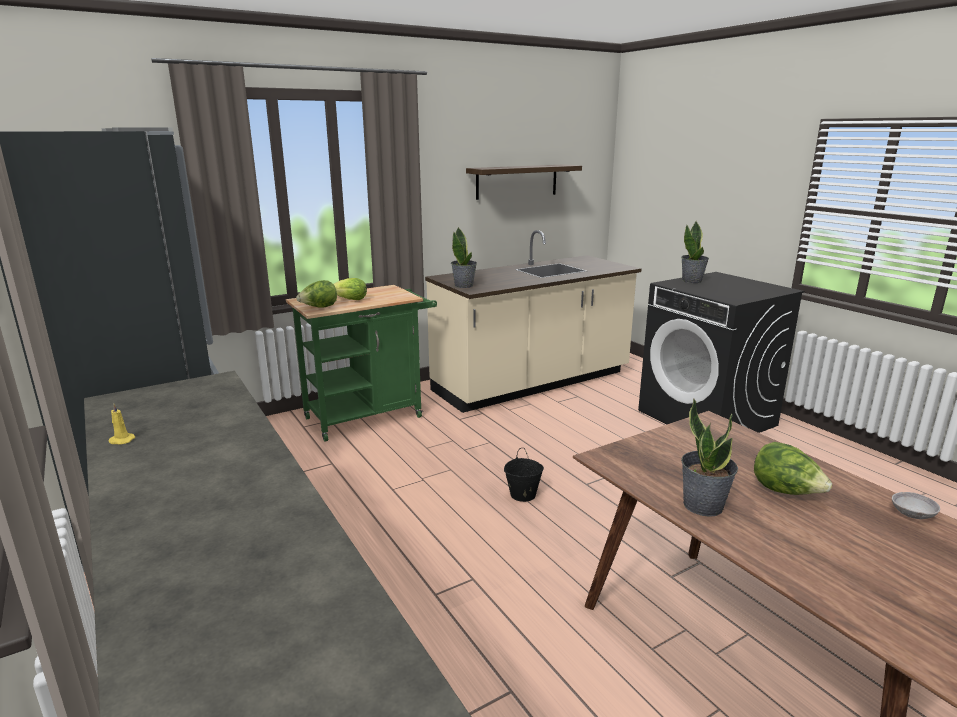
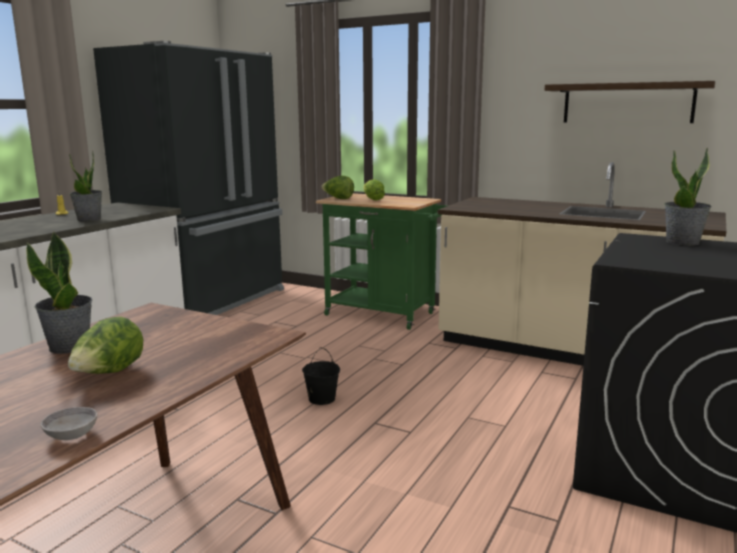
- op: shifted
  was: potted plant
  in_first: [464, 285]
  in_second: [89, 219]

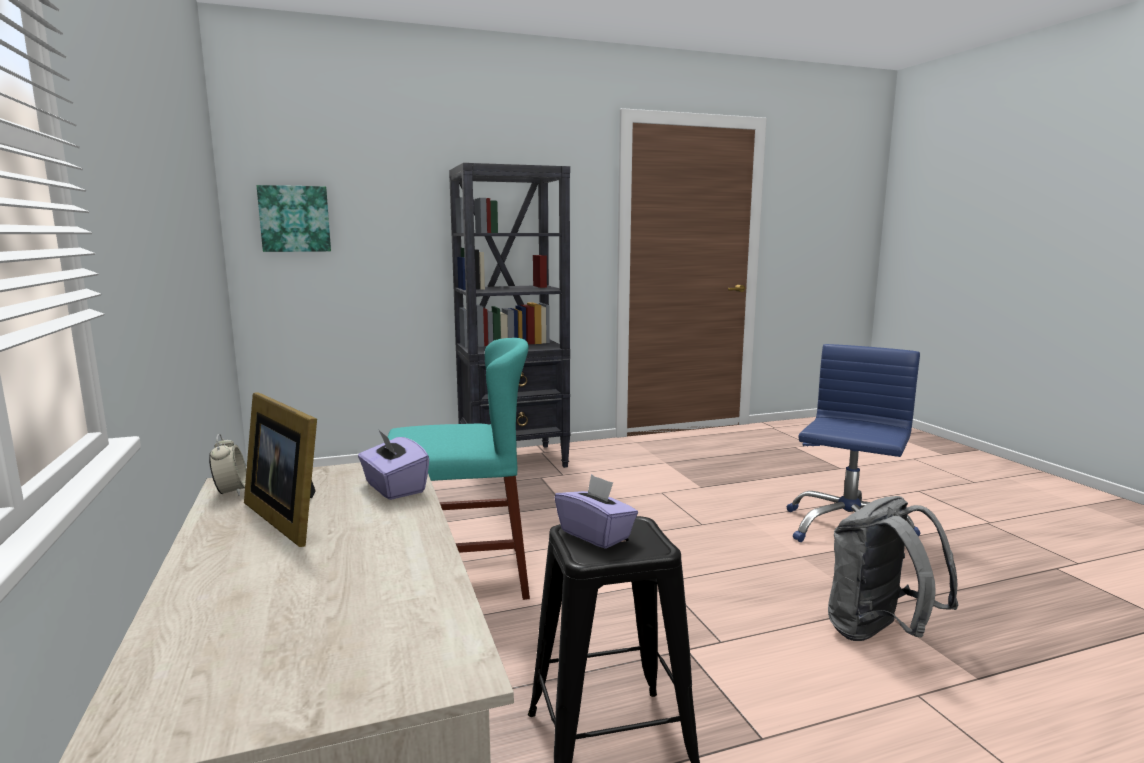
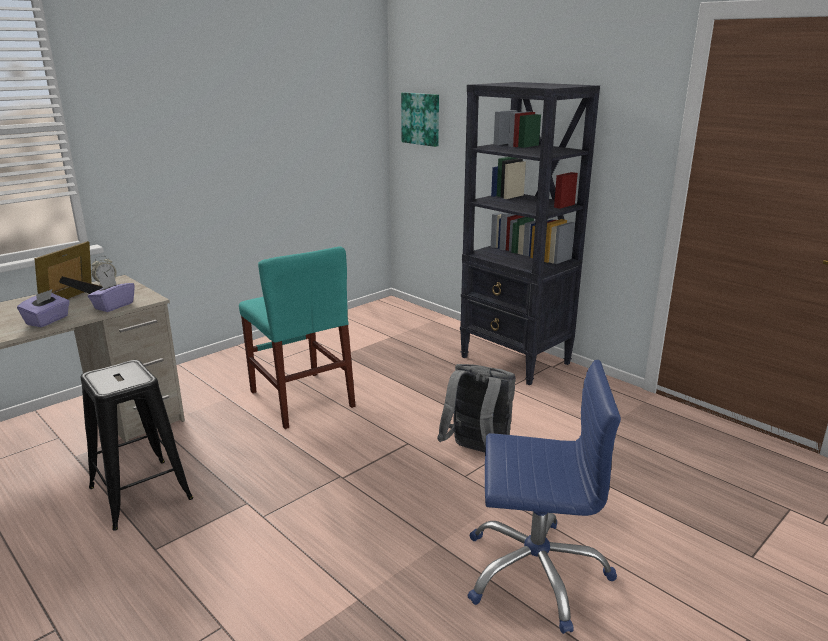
- op: shifted
  was: purplish box of tissues
  in_first: [596, 534]
  in_second: [48, 321]
- op: shifted
  was: gray backpack
  in_first: [878, 634]
  in_second: [477, 452]

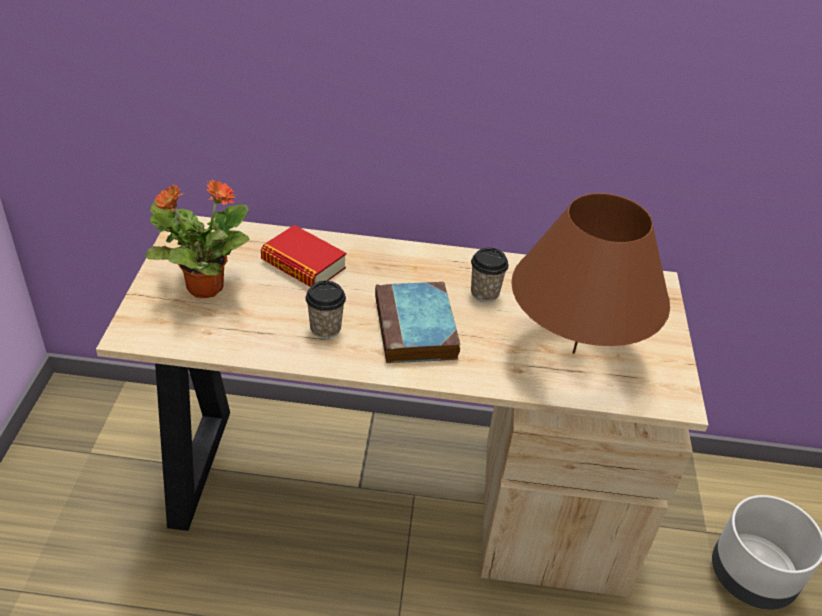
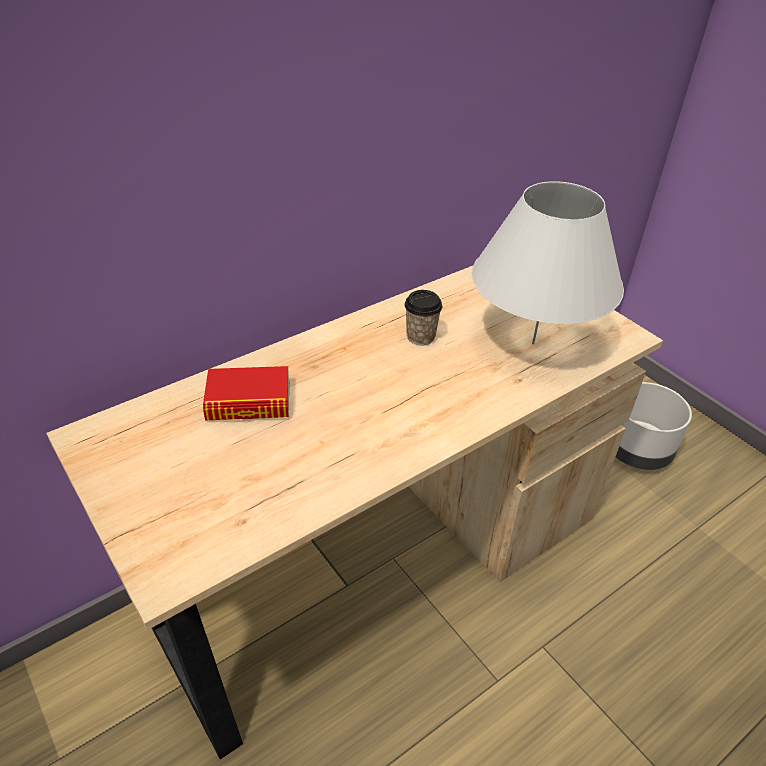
- op: gone
  was: potted plant
  in_first: [203, 287]
- op: gone
  was: drinking cup
  in_first: [325, 329]
- op: gone
  was: book
  in_first: [416, 330]
- op: repainted
  was: brown-coloured table lamp
  now: whitish table lamp
  in_first: [573, 353]
  in_second: [533, 343]

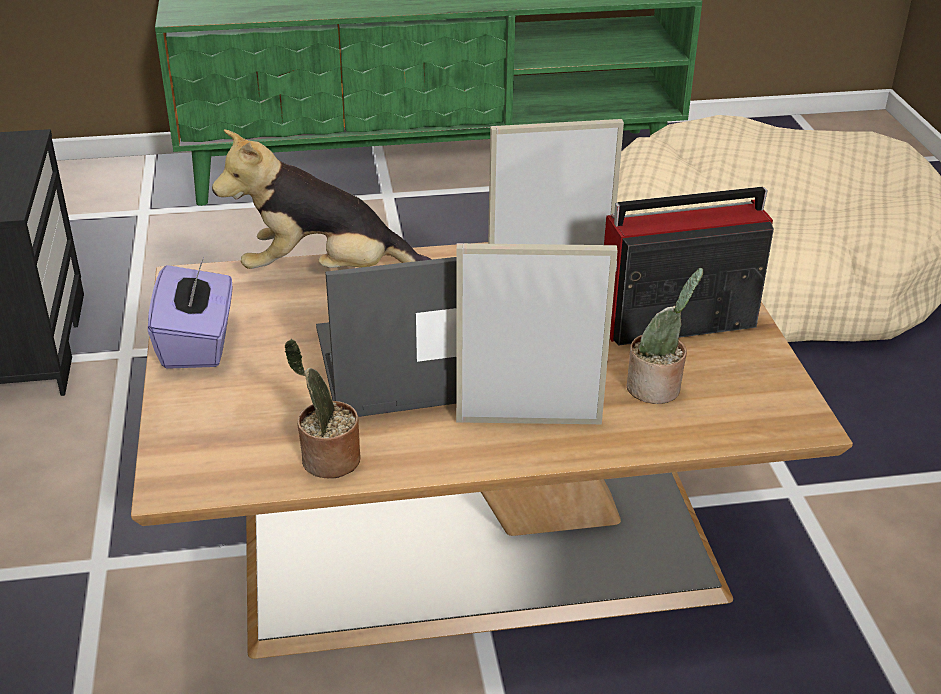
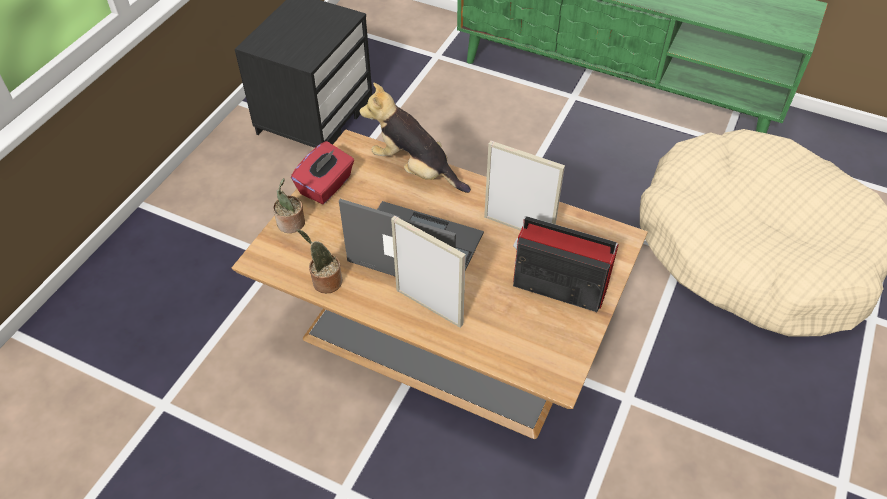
- op: shifted
  was: potted plant
  in_first: [657, 389]
  in_second: [291, 224]
- op: repainted
  was: purplish box of tissues
  now: red-coloured box of tissues
  in_first: [198, 343]
  in_second: [326, 186]

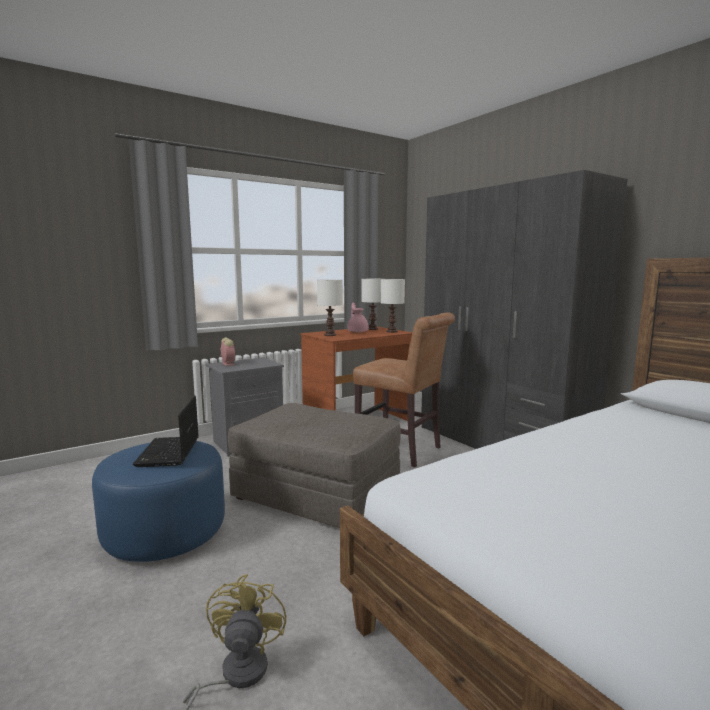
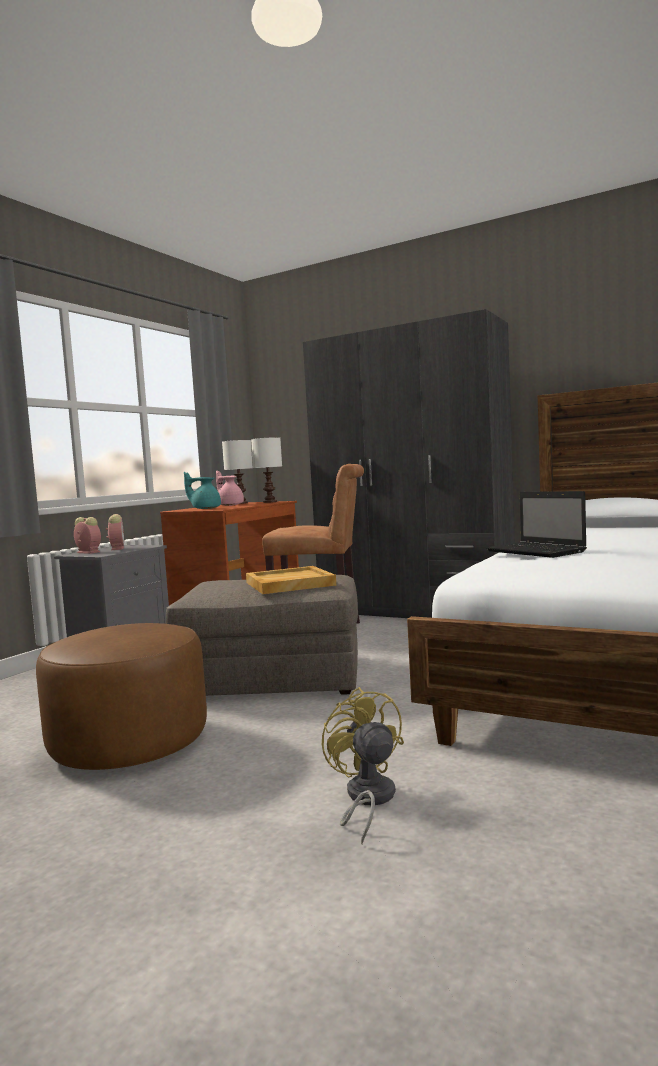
- op: new
  now: alarm clock
  in_second: [117, 548]
- op: new
  now: beige tray
  in_second: [289, 584]
- op: shifted
  was: laptop
  in_first: [169, 453]
  in_second: [537, 551]
- op: swapped
  was: whitish table lamp
  now: blue-green teapot
  in_first: [330, 335]
  in_second: [205, 508]
- op: repainted
  was: bluish ottoman
  now: brown-coloured ottoman
  in_first: [165, 533]
  in_second: [129, 744]

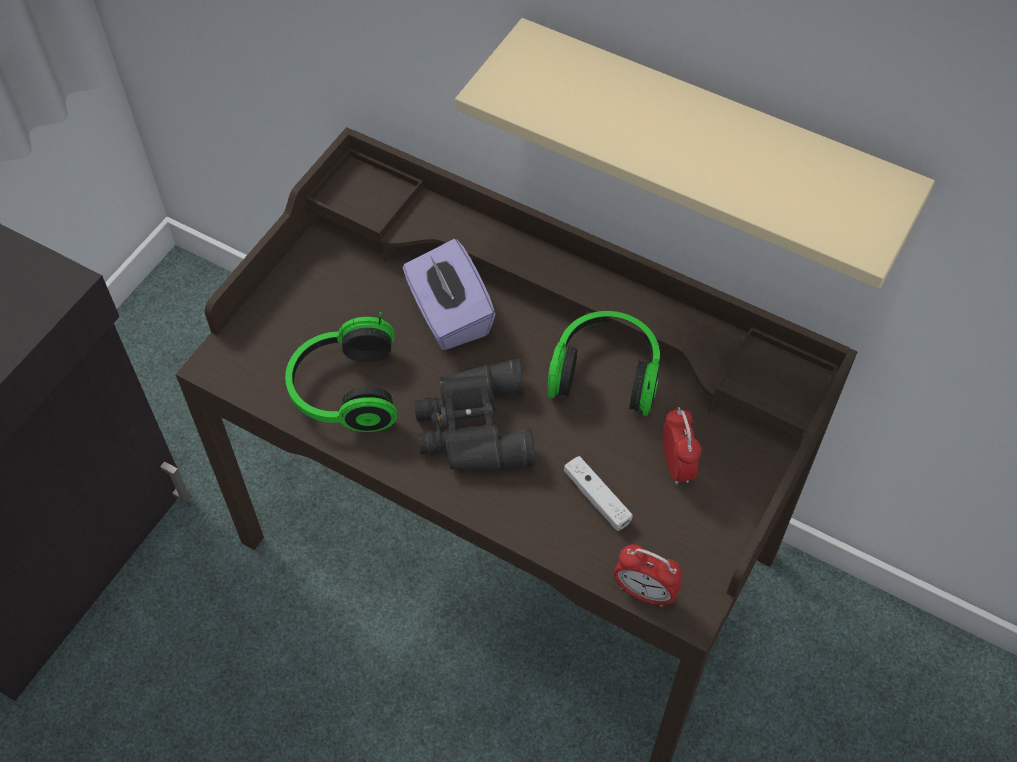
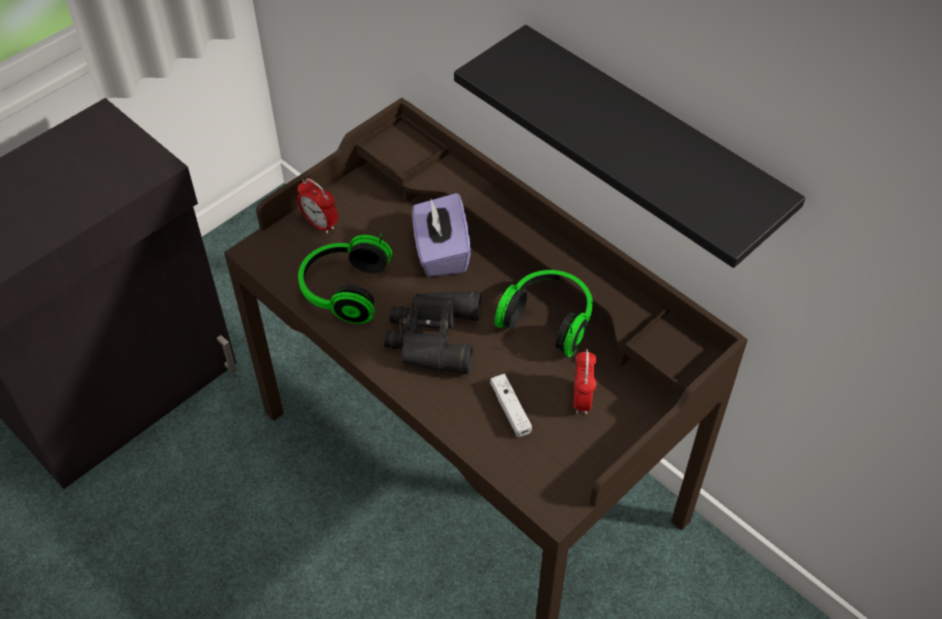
- op: shifted
  was: alarm clock
  in_first: [644, 592]
  in_second: [320, 224]
- op: repainted
  was: beige shelf
  now: black-coloured shelf
  in_first: [709, 146]
  in_second: [649, 147]

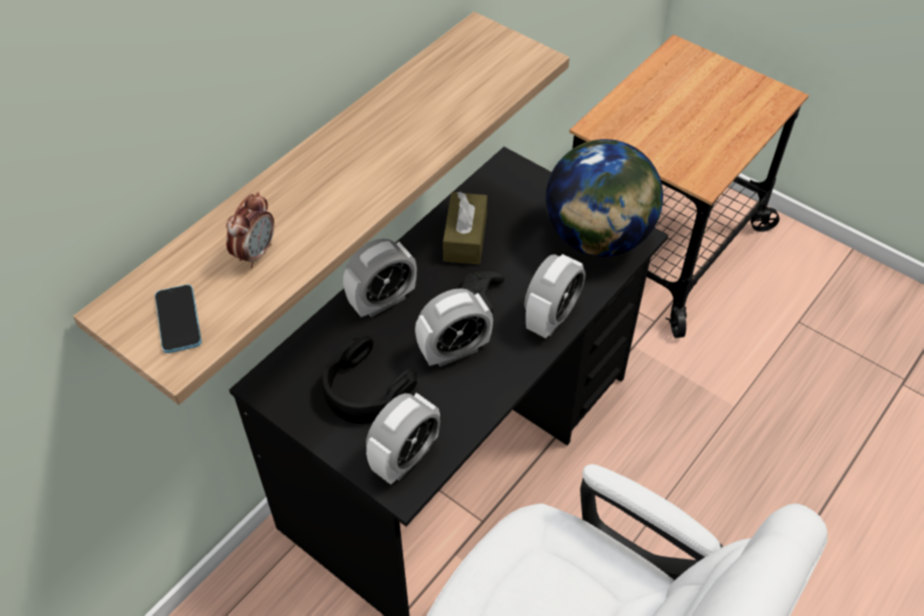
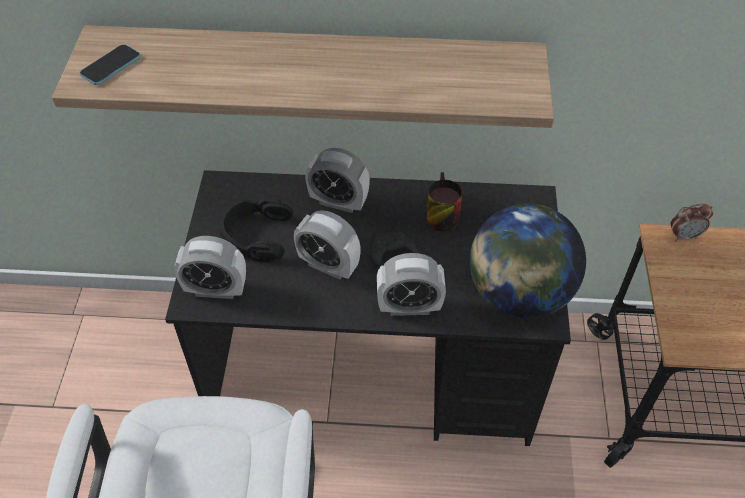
- op: shifted
  was: alarm clock
  in_first: [255, 253]
  in_second: [684, 236]
- op: swapped
  was: brown-coloured box of tissues
  now: coffee mug
  in_first: [465, 238]
  in_second: [439, 214]

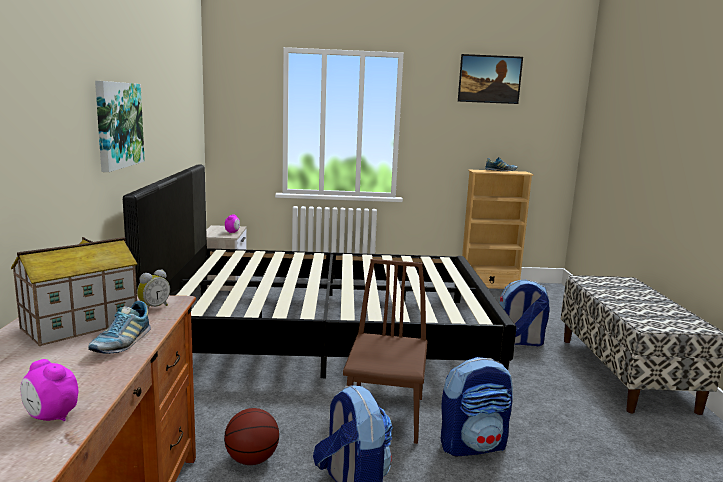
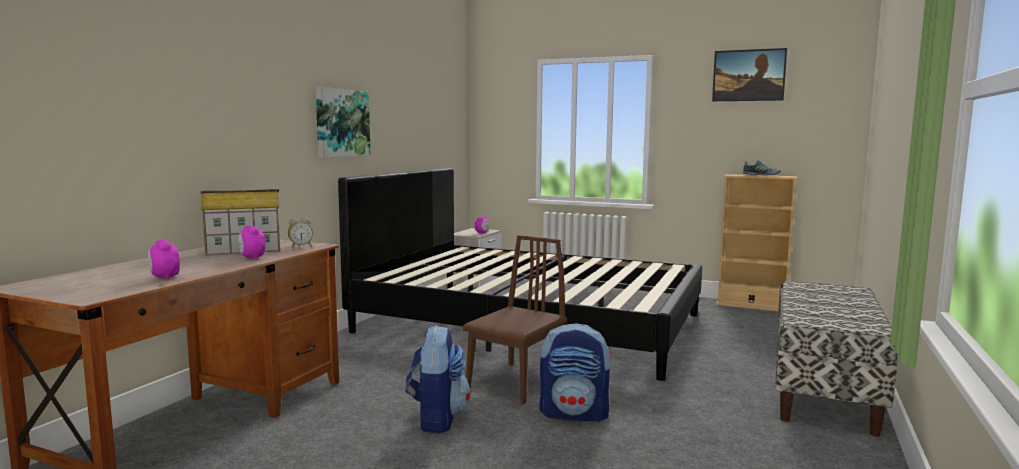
- op: gone
  was: ball for basketball
  in_first: [252, 459]
- op: gone
  was: backpack
  in_first: [519, 342]
- op: swapped
  was: low shoe
  now: alarm clock
  in_first: [122, 343]
  in_second: [252, 258]

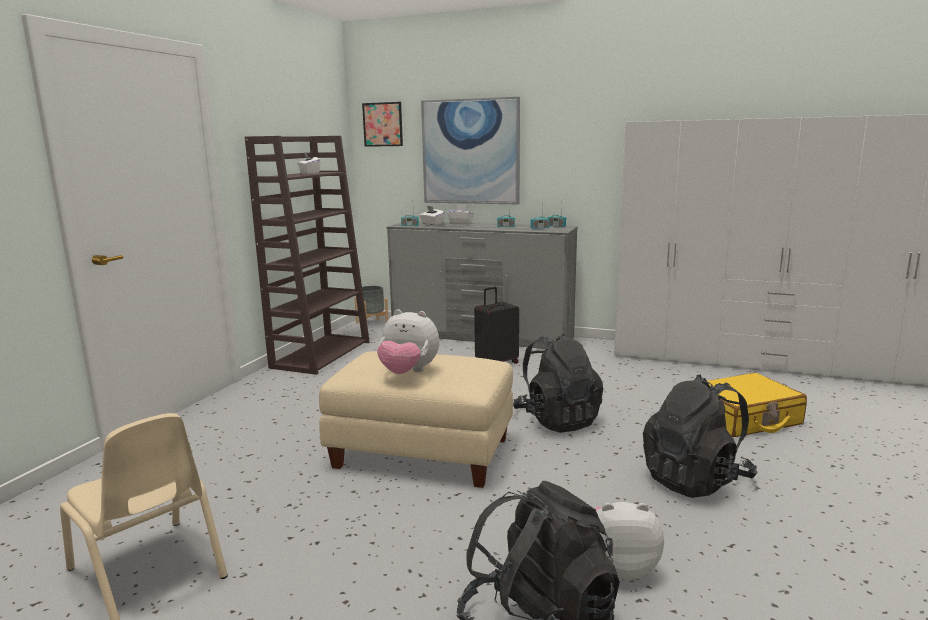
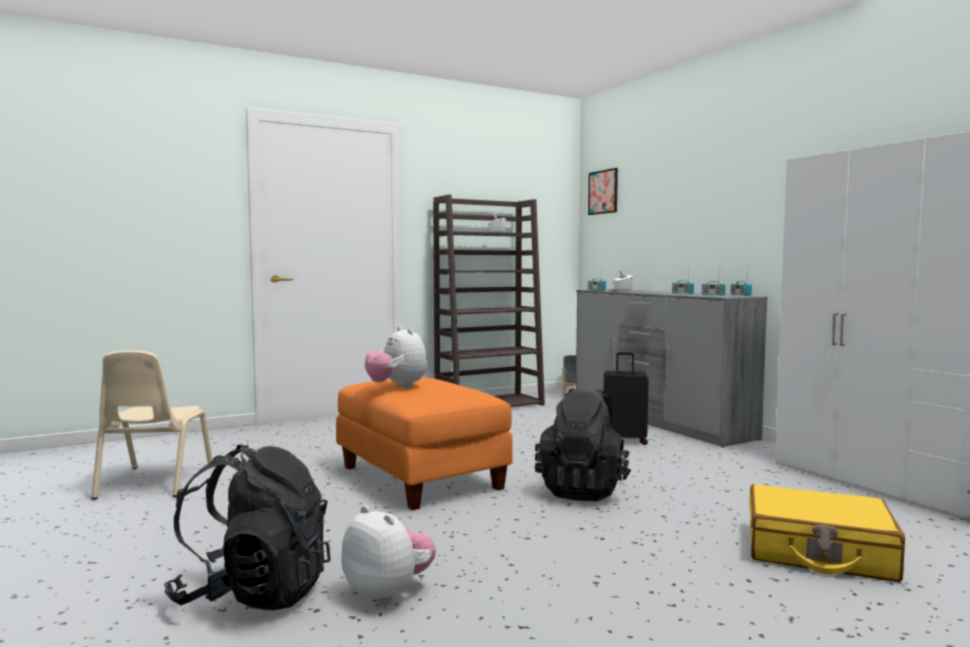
- op: gone
  was: wall art
  in_first: [470, 152]
- op: gone
  was: whitish box of tissues
  in_first: [461, 223]
- op: gone
  was: black-coloured backpack
  in_first: [695, 480]
- op: repainted
  was: beige ottoman
  now: orange-coloured ottoman
  in_first: [423, 452]
  in_second: [422, 477]

